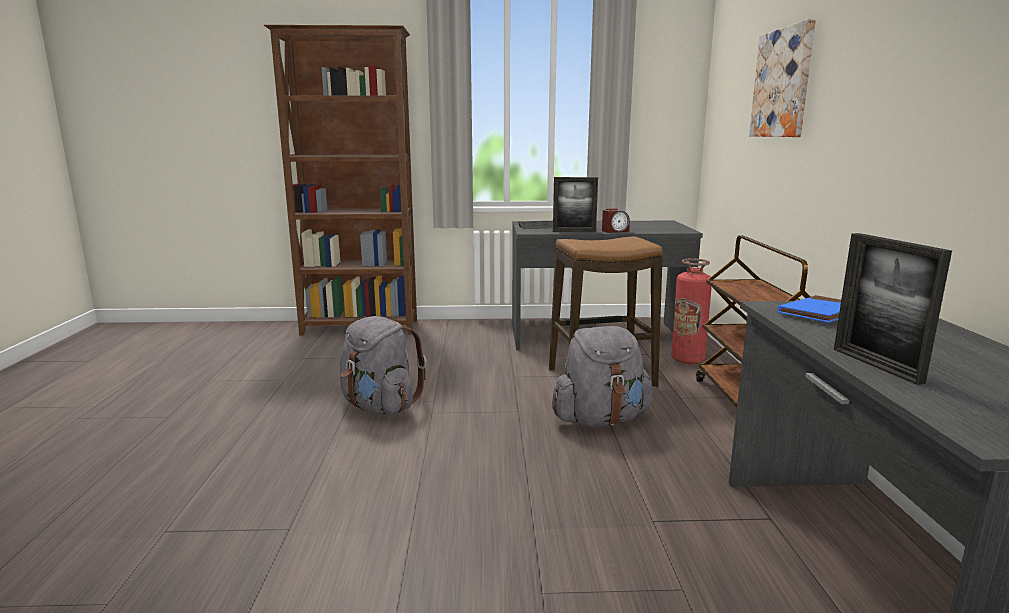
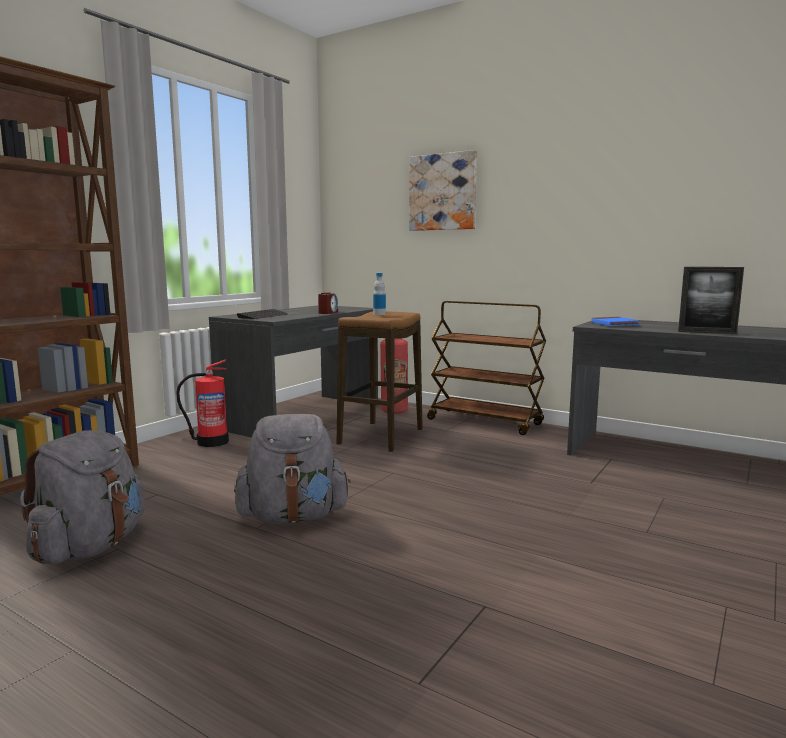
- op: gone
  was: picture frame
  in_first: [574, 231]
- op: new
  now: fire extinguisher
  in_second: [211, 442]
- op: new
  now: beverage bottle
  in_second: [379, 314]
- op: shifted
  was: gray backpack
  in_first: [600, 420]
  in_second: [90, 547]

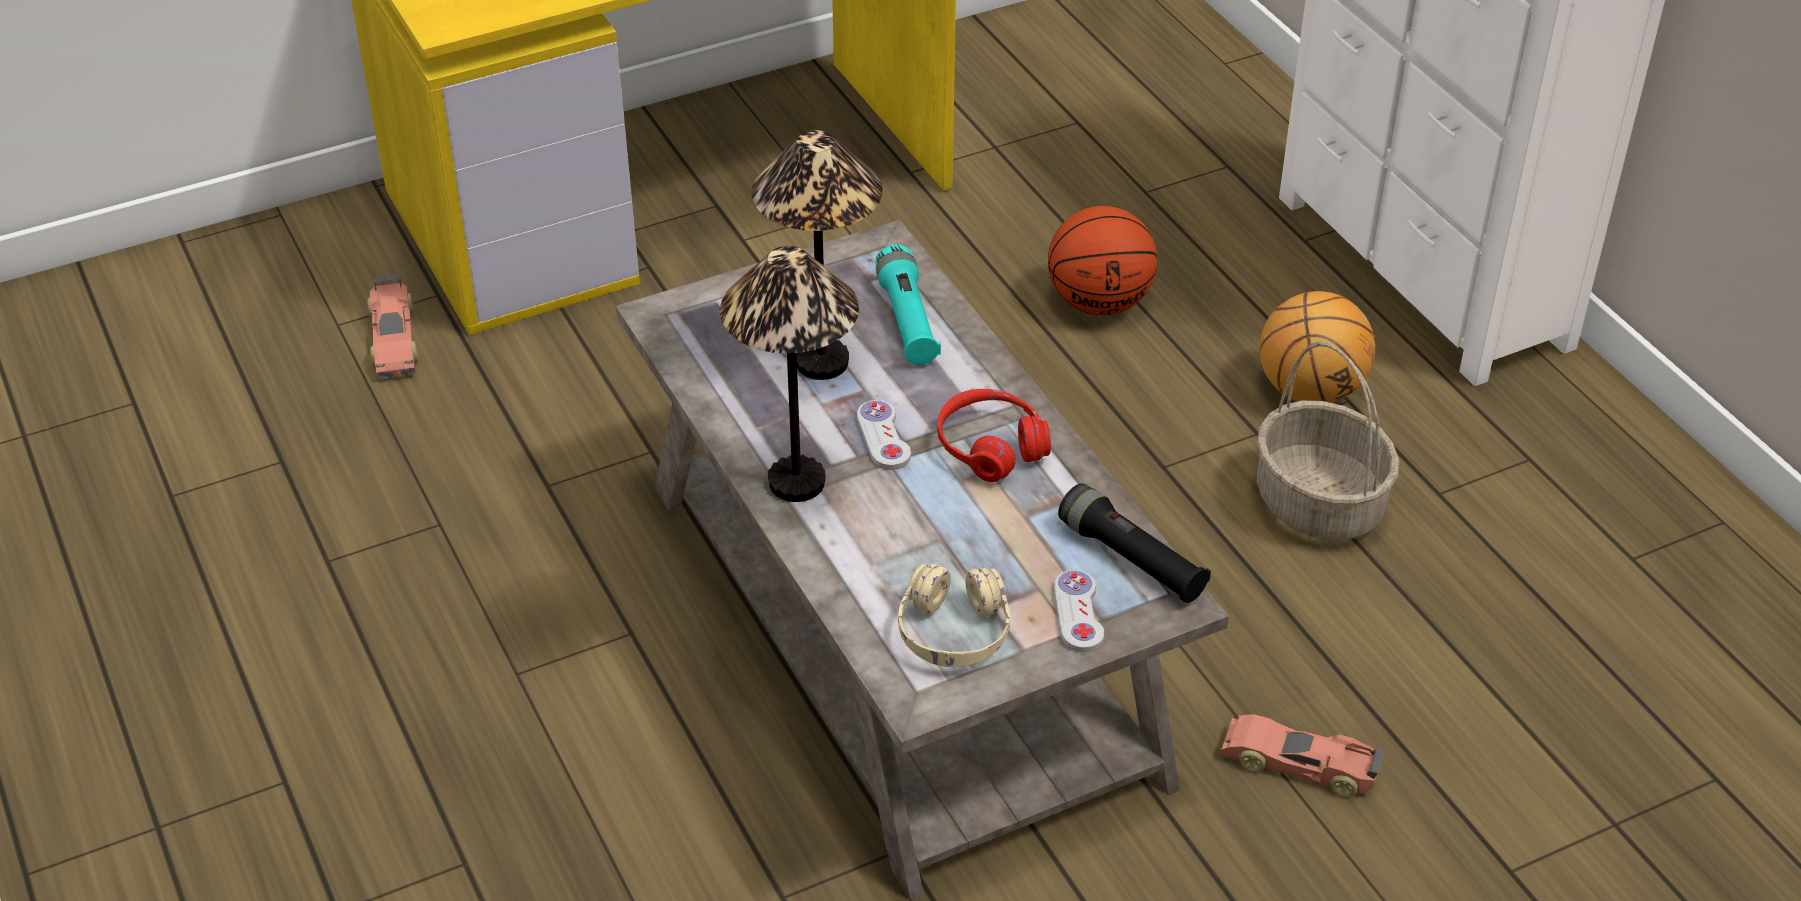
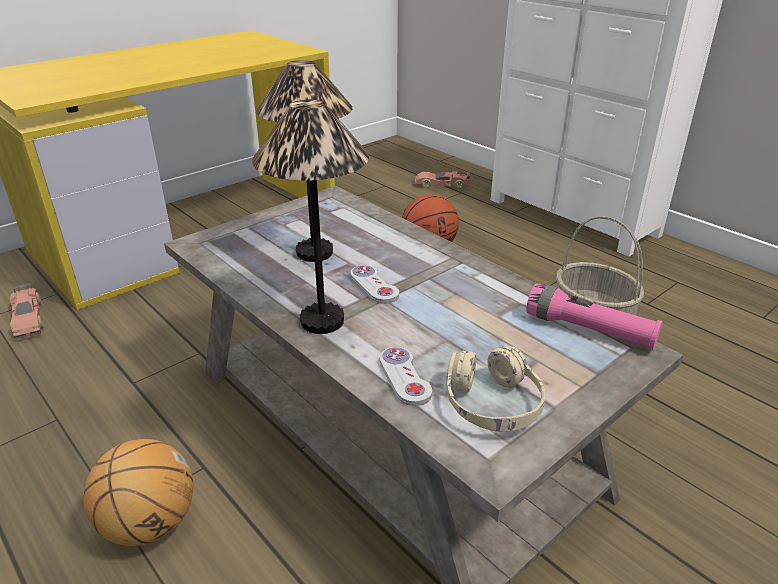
- op: gone
  was: blue-green hand torch
  in_first: [907, 320]
- op: gone
  was: red-coloured headphones
  in_first: [991, 447]
- op: shifted
  was: whitish gamepad
  in_first: [1078, 613]
  in_second: [404, 377]
- op: shifted
  was: model car
  in_first: [1300, 764]
  in_second: [442, 185]
- op: shifted
  was: ball for basketball
  in_first: [1309, 391]
  in_second: [149, 524]
- op: repainted
  was: black-coloured hand torch
  now: pink-coloured hand torch
  in_first: [1131, 559]
  in_second: [589, 330]

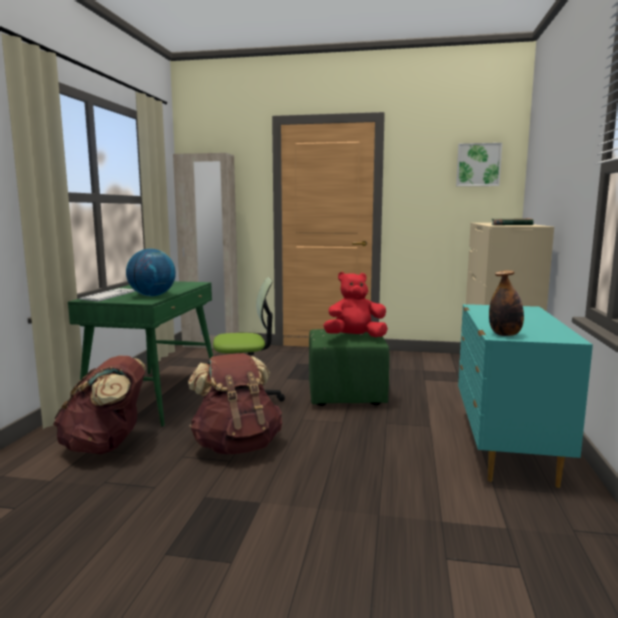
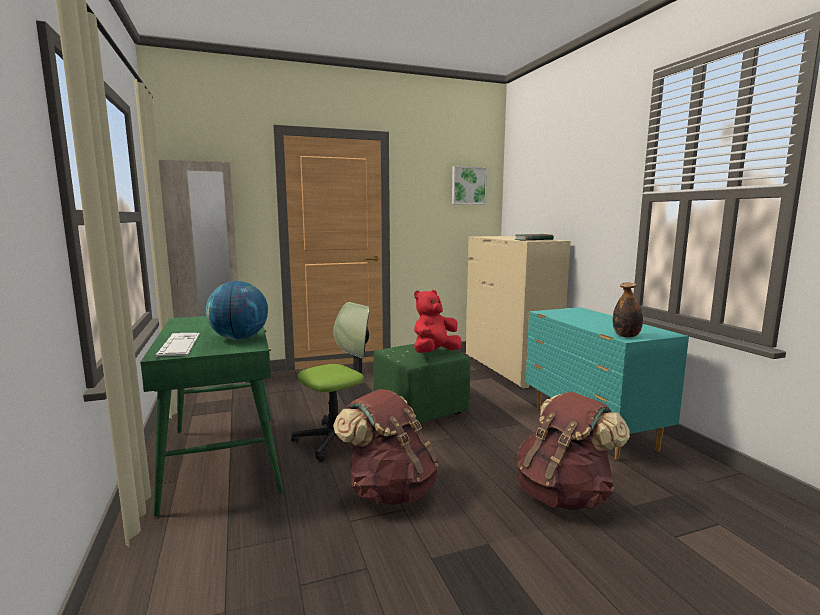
- op: shifted
  was: brown-coloured backpack
  in_first: [106, 446]
  in_second: [564, 495]

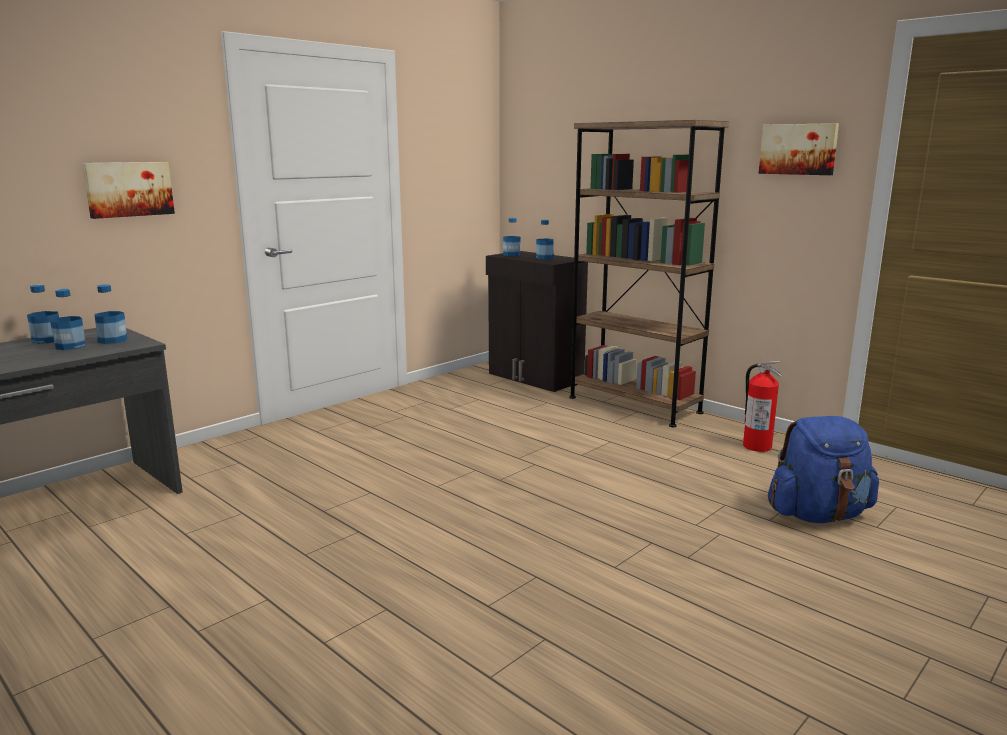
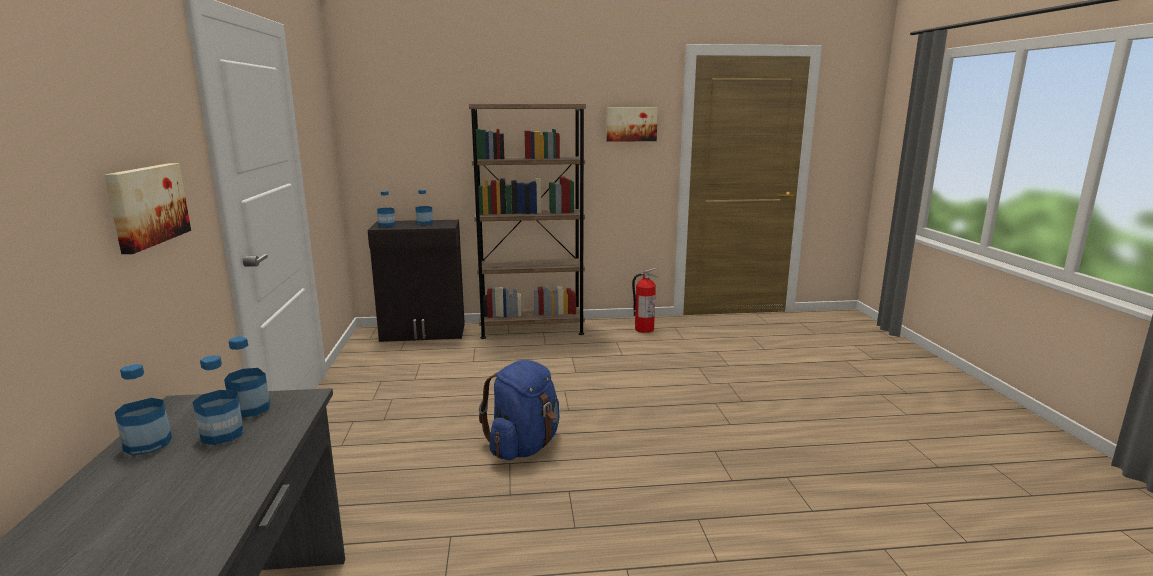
- op: shifted
  was: bluish backpack
  in_first: [818, 515]
  in_second: [524, 446]

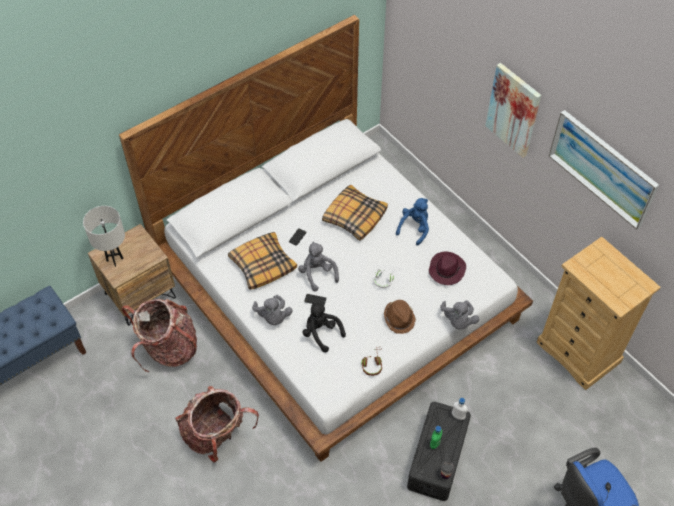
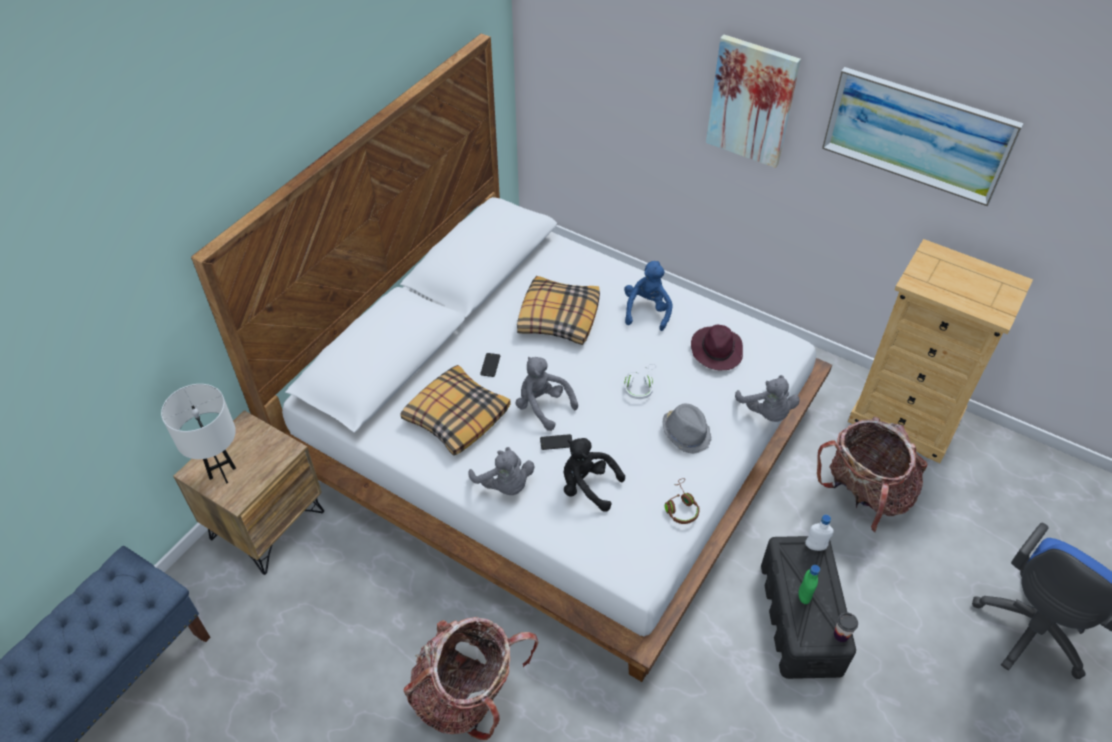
- op: shifted
  was: backpack
  in_first: [169, 348]
  in_second: [864, 495]
- op: repainted
  was: brown-coloured clothing hat
  now: gray clothing hat
  in_first: [399, 319]
  in_second: [686, 433]

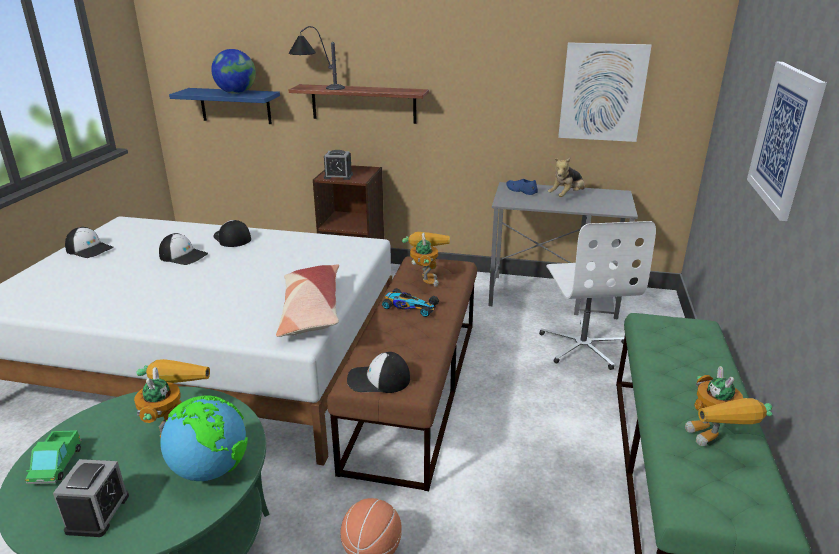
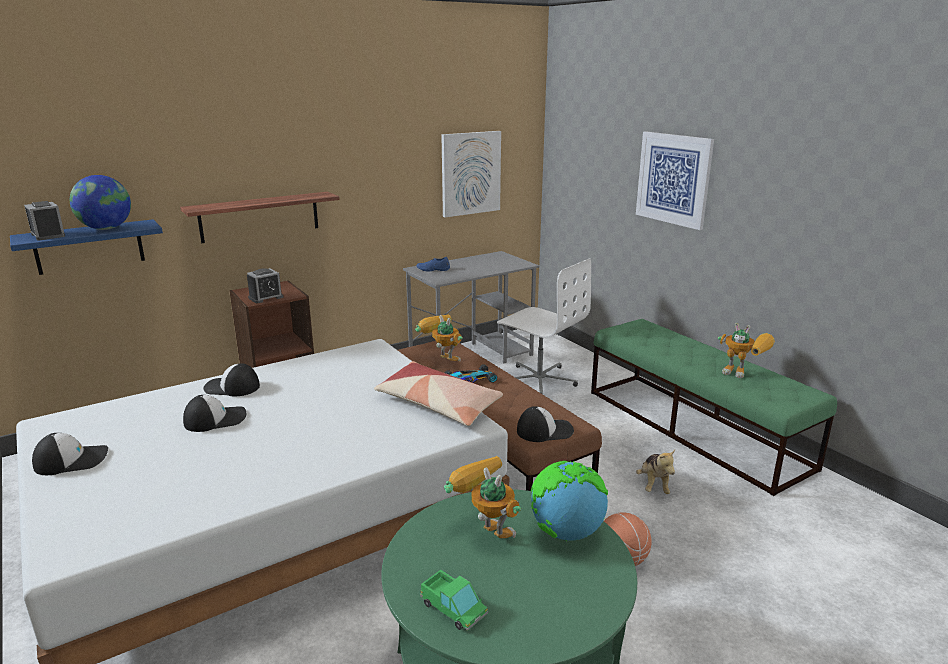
- op: gone
  was: table lamp
  in_first: [316, 88]
- op: shifted
  was: alarm clock
  in_first: [98, 513]
  in_second: [48, 235]
- op: shifted
  was: cuddly toy
  in_first: [566, 196]
  in_second: [653, 485]
- op: rotated
  was: baseball cap
  in_first: [378, 380]
  in_second: [544, 430]
  clockwise: -150

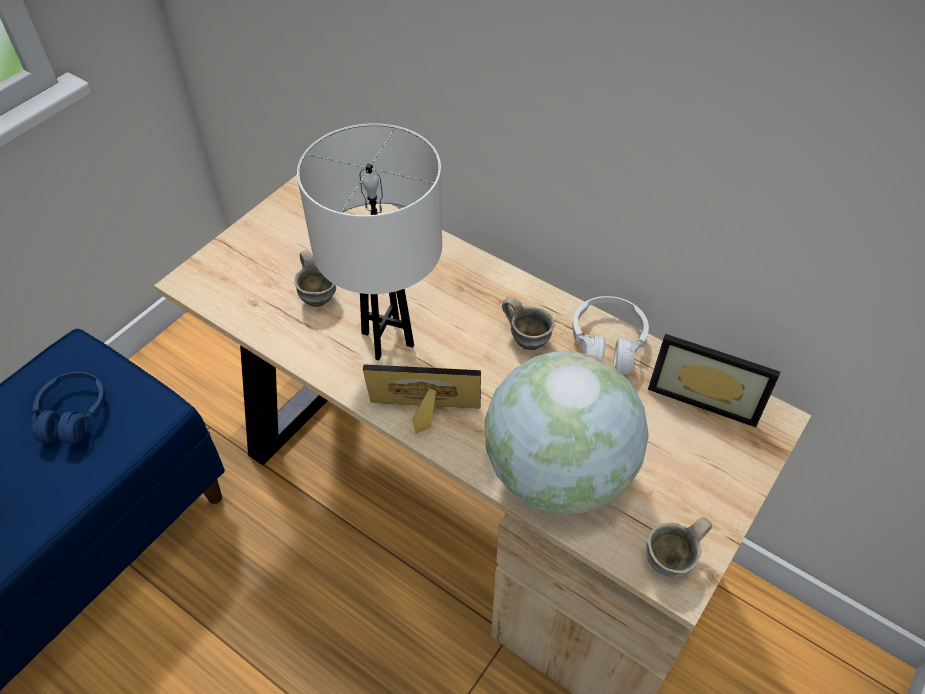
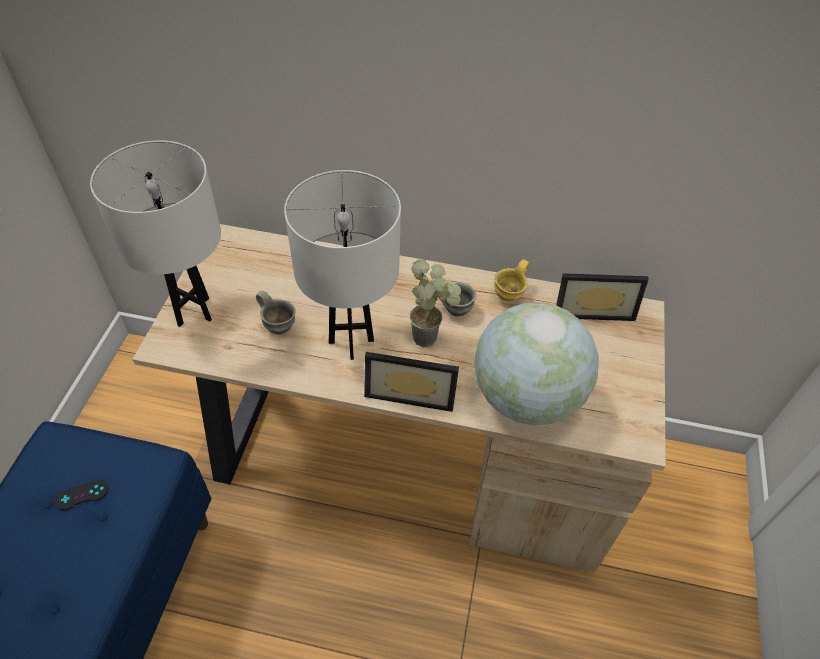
- op: gone
  was: gray coffee mug
  in_first: [672, 562]
- op: new
  now: whitish table lamp
  in_second: [193, 311]
- op: new
  now: potted plant
  in_second: [431, 336]
- op: swapped
  was: bluish headphones
  now: black-coloured gamepad
  in_first: [73, 415]
  in_second: [82, 495]
- op: swapped
  was: whitish headphones
  now: yellowish coffee mug
  in_first: [607, 344]
  in_second: [511, 295]
- op: rotated
  was: picture frame
  in_first: [424, 418]
  in_second: [411, 391]
  clockwise: -150

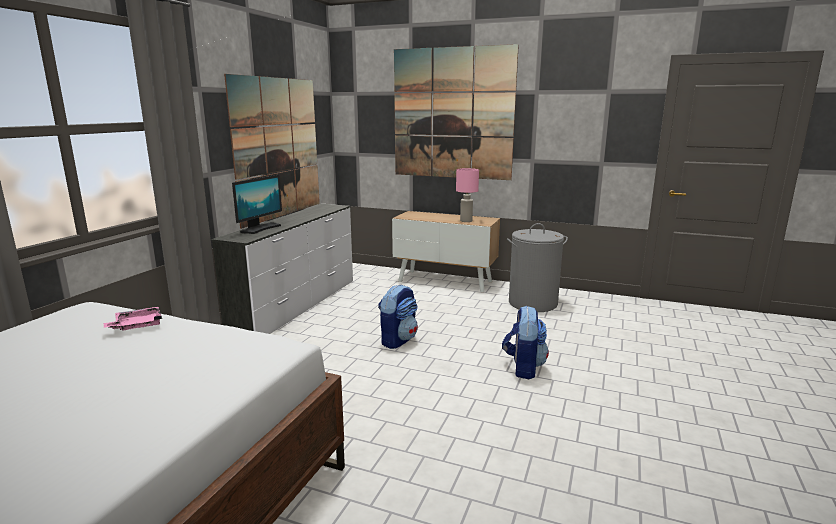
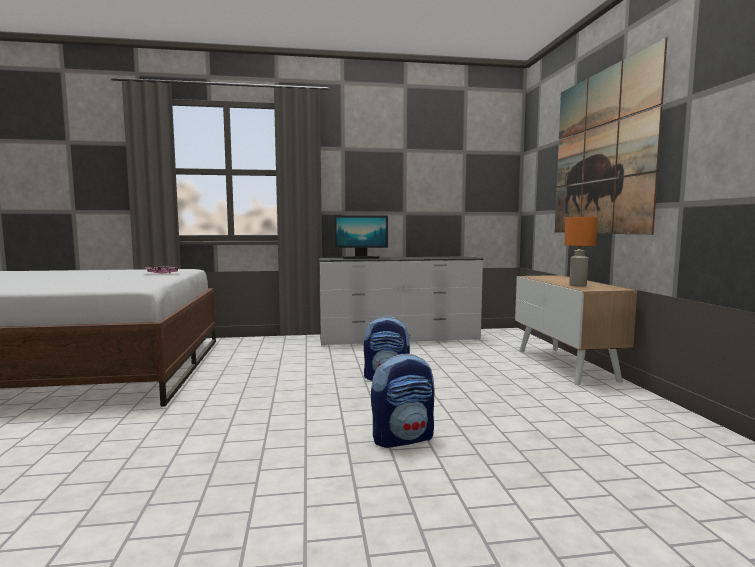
- op: gone
  was: wall art
  in_first: [278, 148]
- op: gone
  was: gray washing basket
  in_first: [533, 303]
- op: repainted
  was: pink-coloured table lamp
  now: orange-coloured table lamp
  in_first: [465, 221]
  in_second: [577, 285]

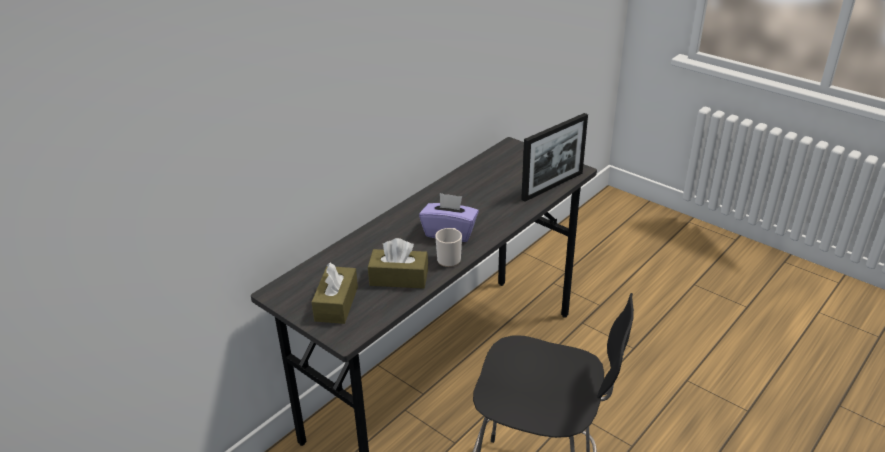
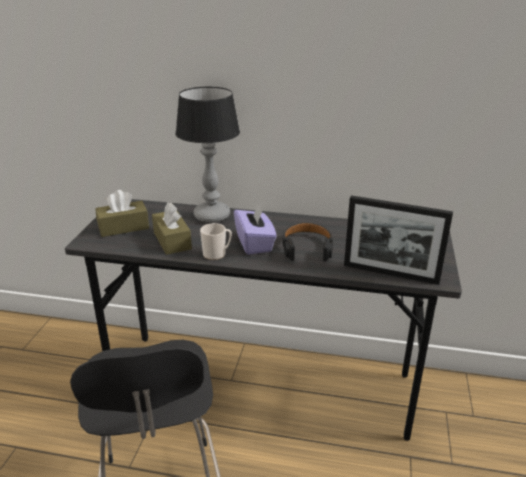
- op: new
  now: table lamp
  in_second: [211, 215]
- op: new
  now: black-coloured headphones
  in_second: [307, 247]

